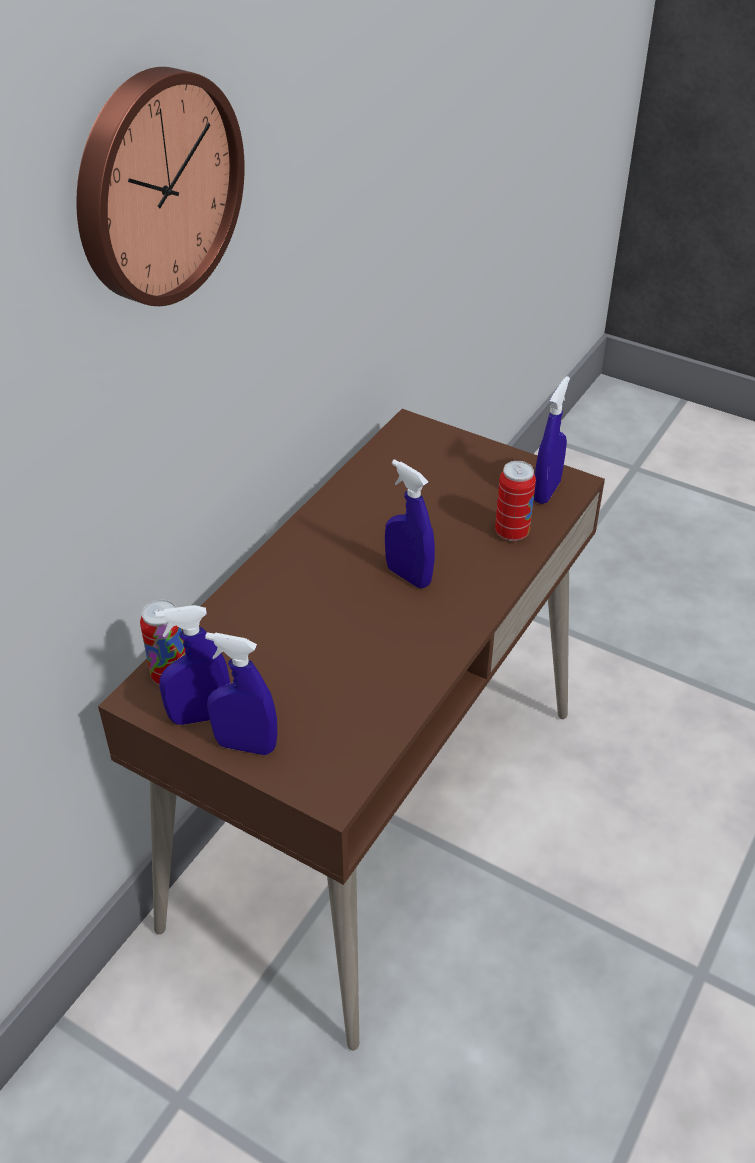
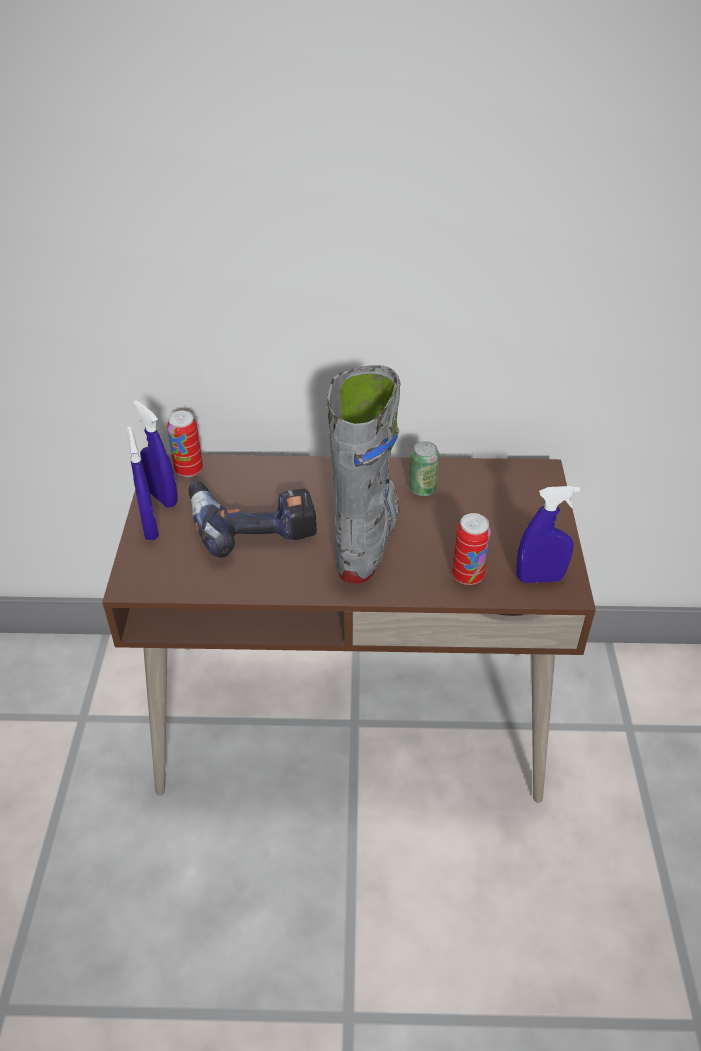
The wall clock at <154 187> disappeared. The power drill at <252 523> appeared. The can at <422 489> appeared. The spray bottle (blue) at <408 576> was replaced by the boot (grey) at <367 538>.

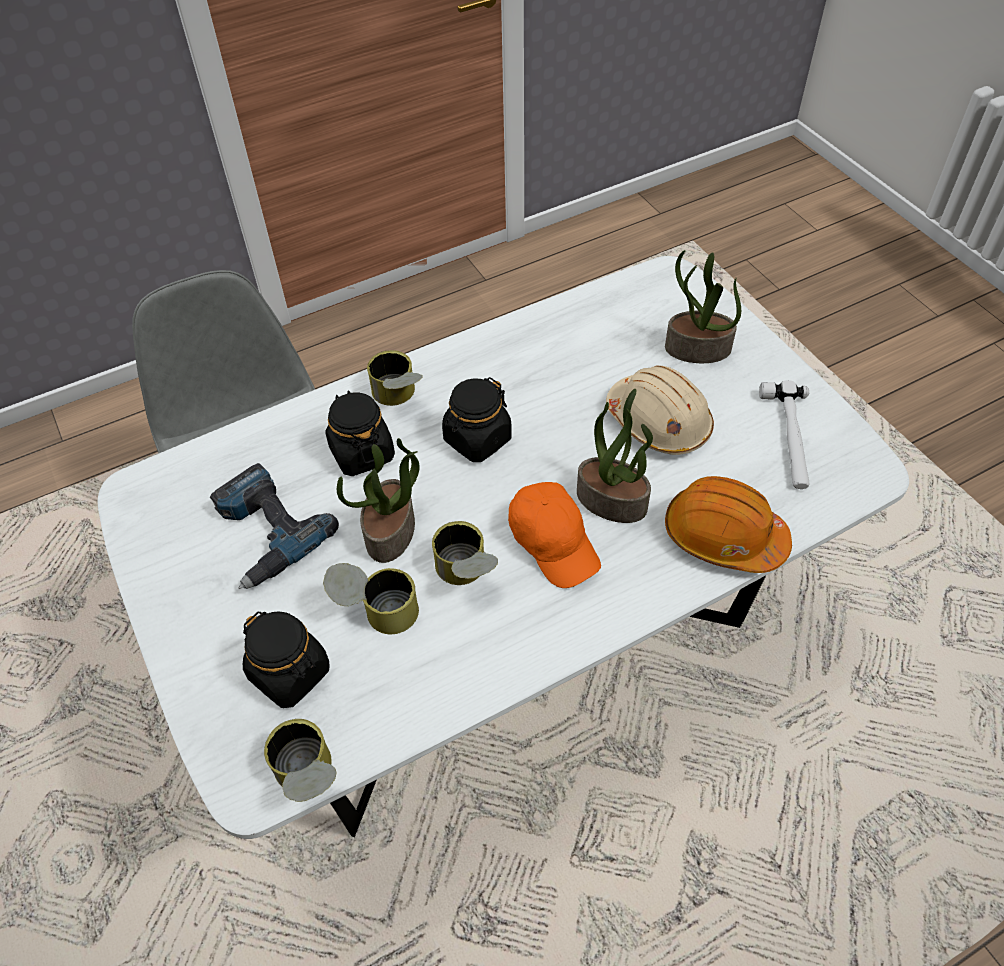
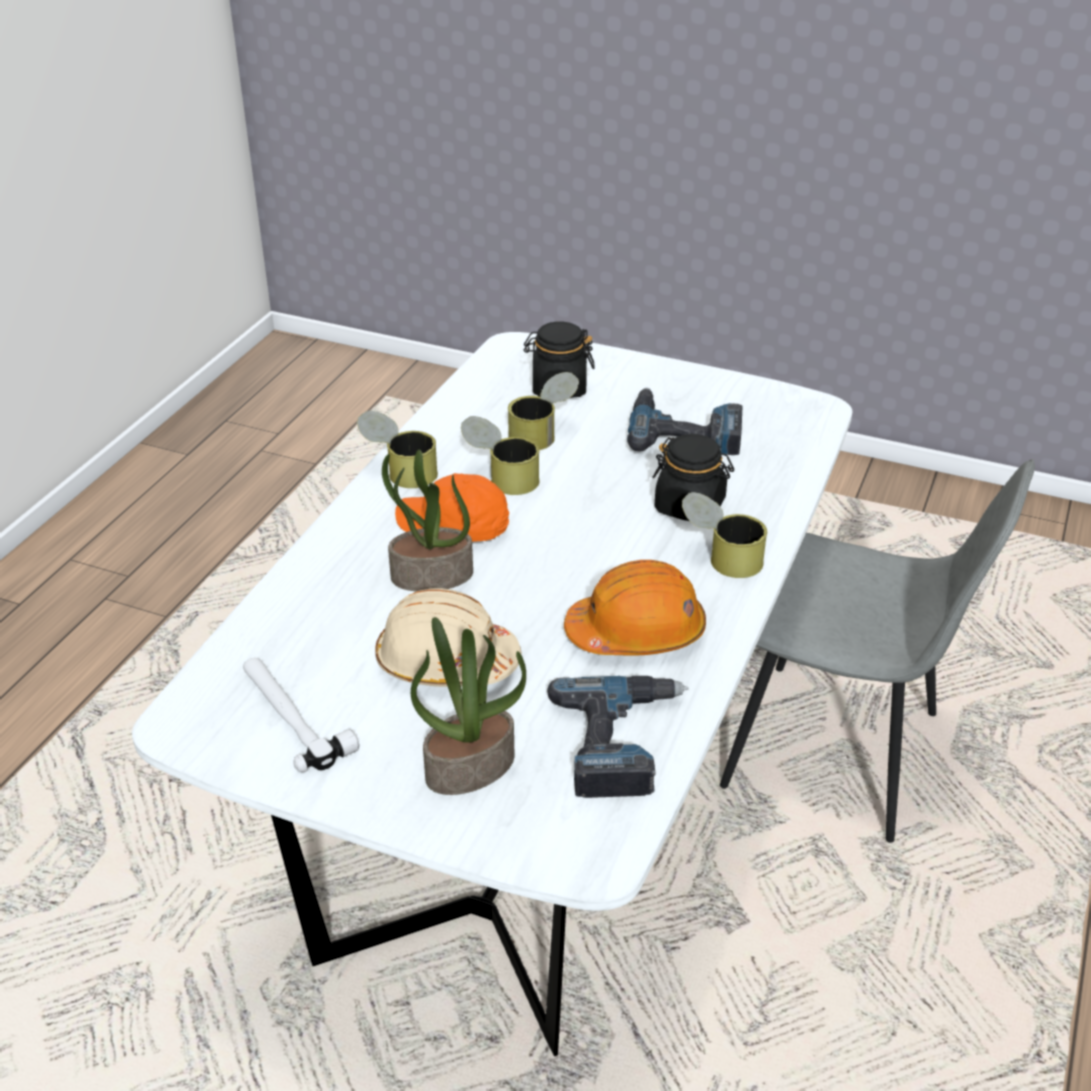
The potted plant at <391 532> disappeared. The jar (black) at <477 439> disappeared. The power drill at <622 742> appeared. The can moved from <309 780> to <400 471>. The hard hat (orange) moved from <723 536> to <636 632>.

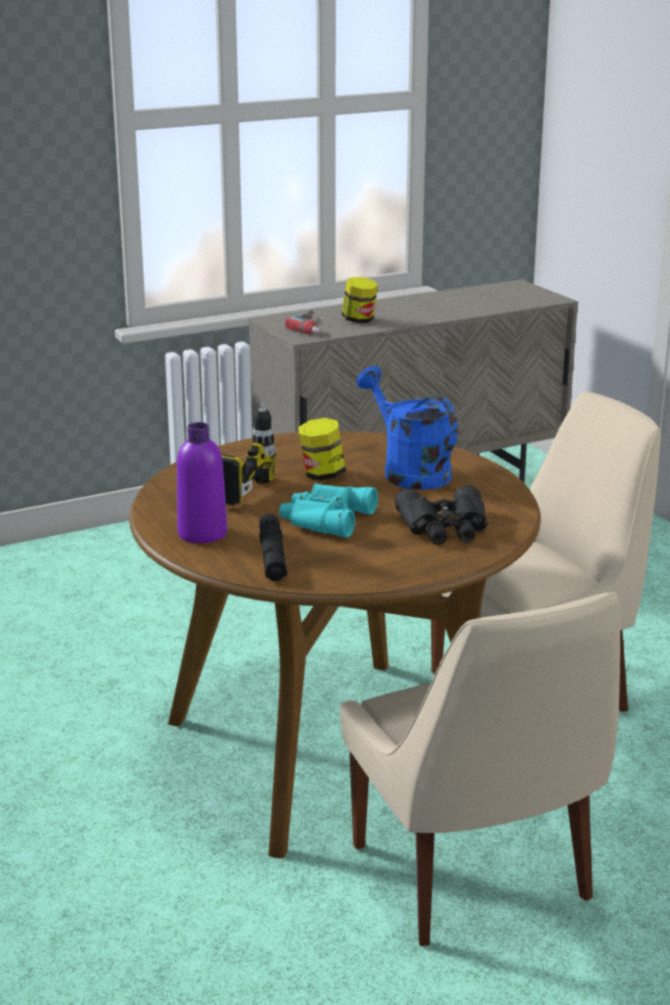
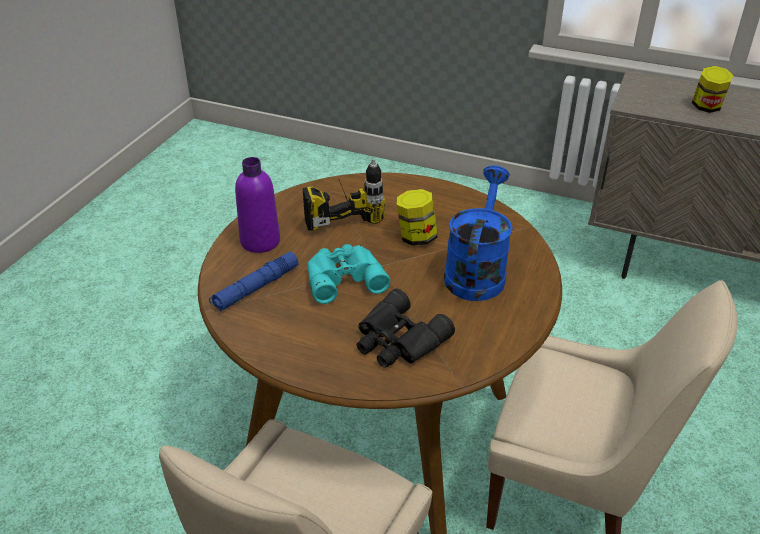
The power drill at <314 326> disappeared. The flashlight (black) at <272 557> became the flashlight (blue) at <256 288>.

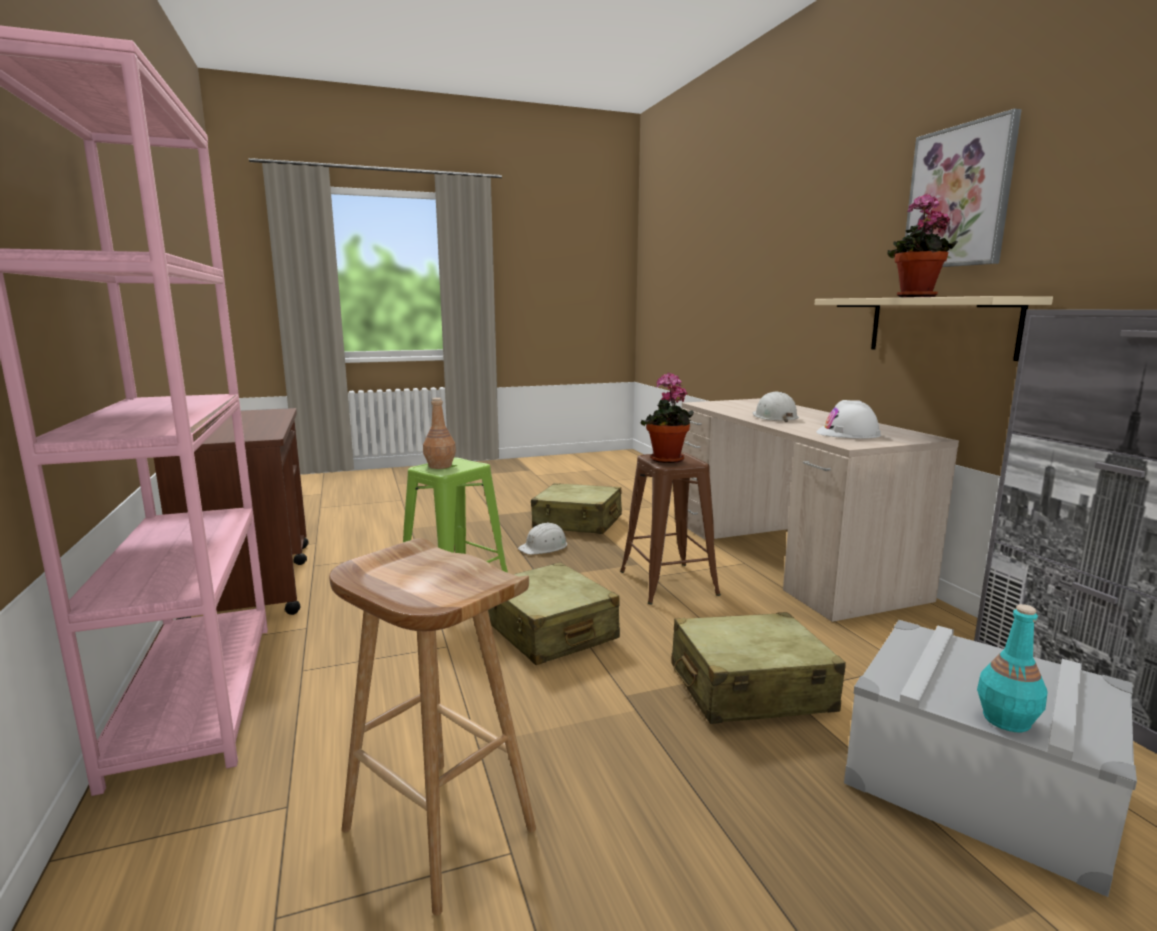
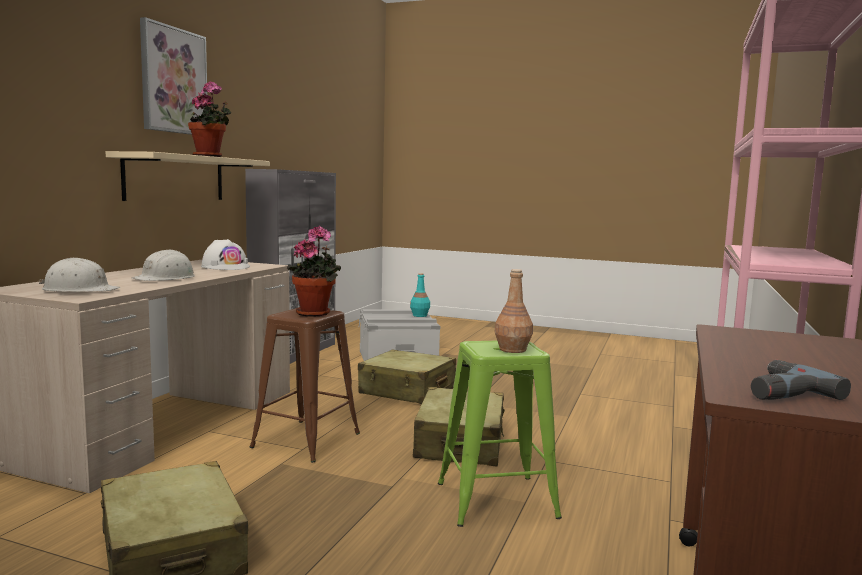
The stool (brown) at <435 829> disappeared. The power drill at <778 391> appeared. The hard hat (white) moved from <544 547> to <80 290>.

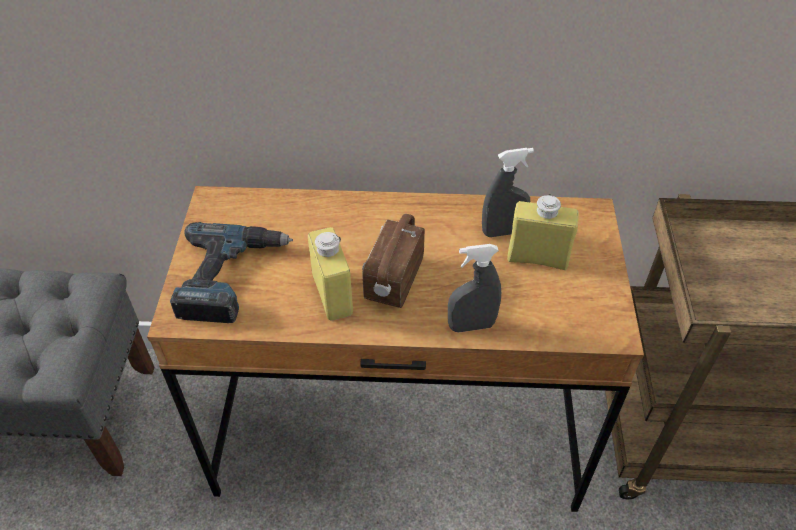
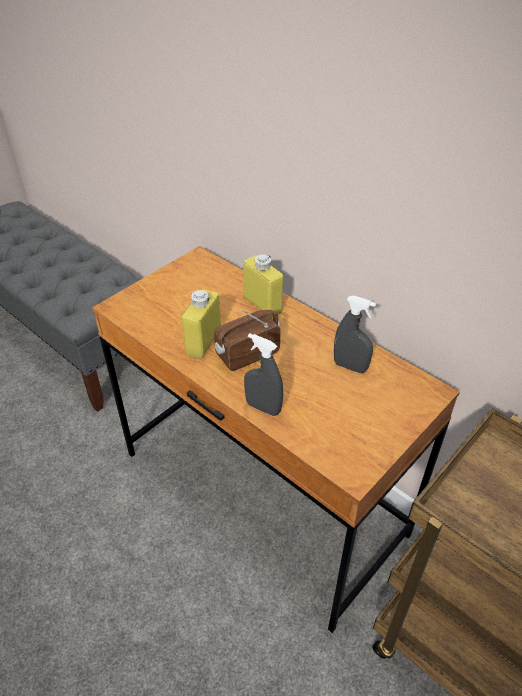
The power drill at <230 277> disappeared. The bottle (yellow) moved from <537 258> to <262 305>.

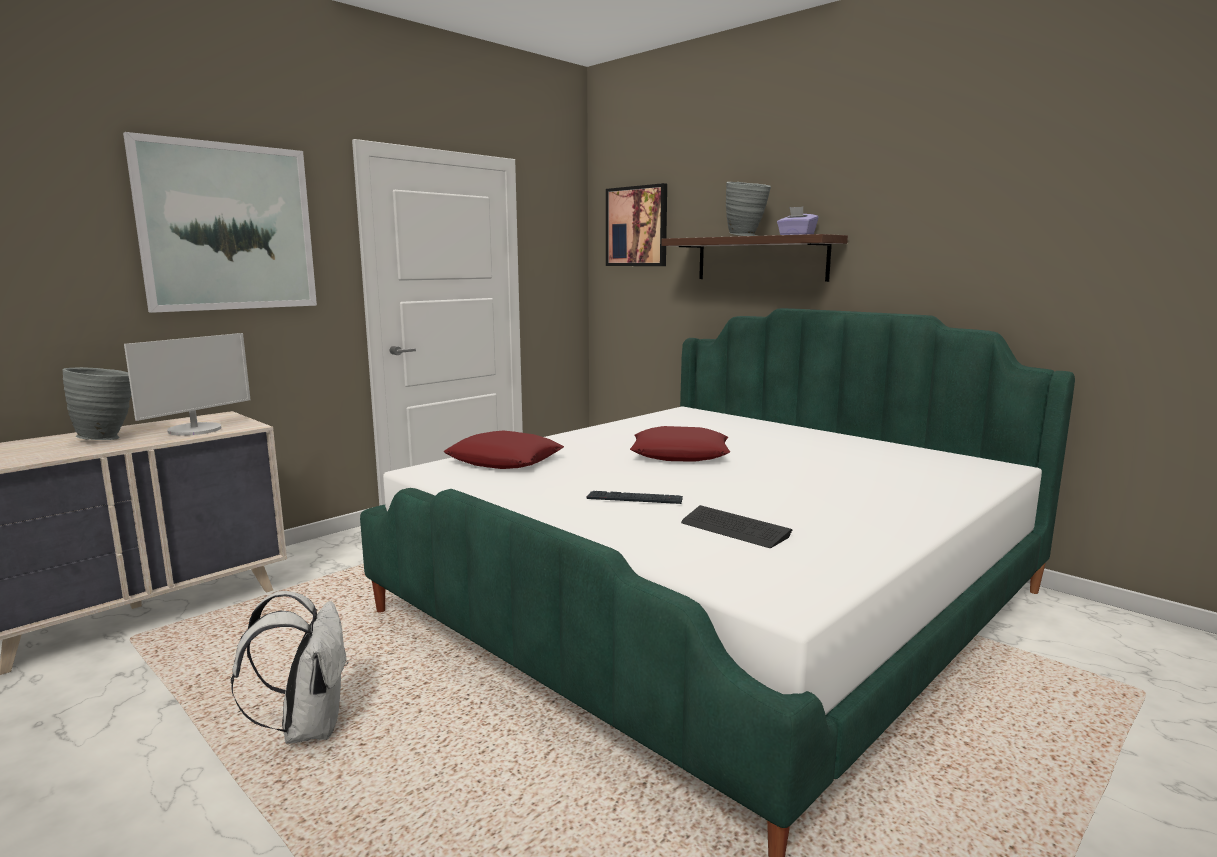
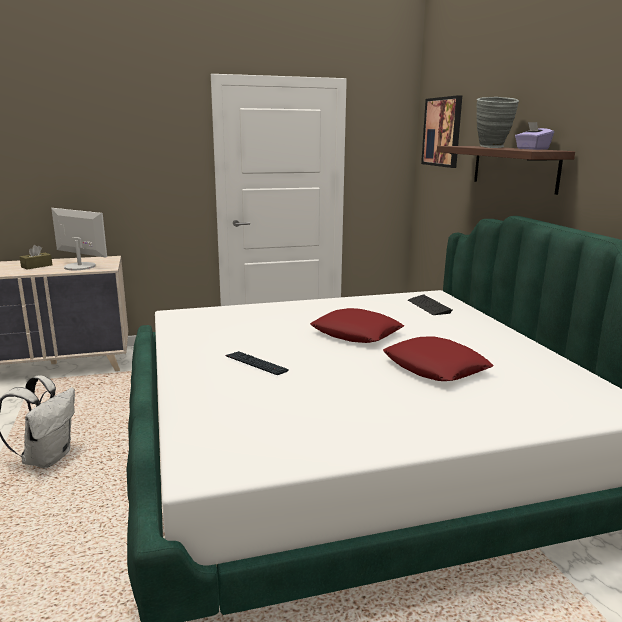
The picture at <228 227> disappeared. The pillow (red) moved from <505 460> to <435 367>. The keyboard moved from <734 529> to <429 306>. The vase (grey) at <109 438> was replaced by the tissue box (brown) at <37 266>. The monitor at <195 430> turned 120 degrees counterclockwise.

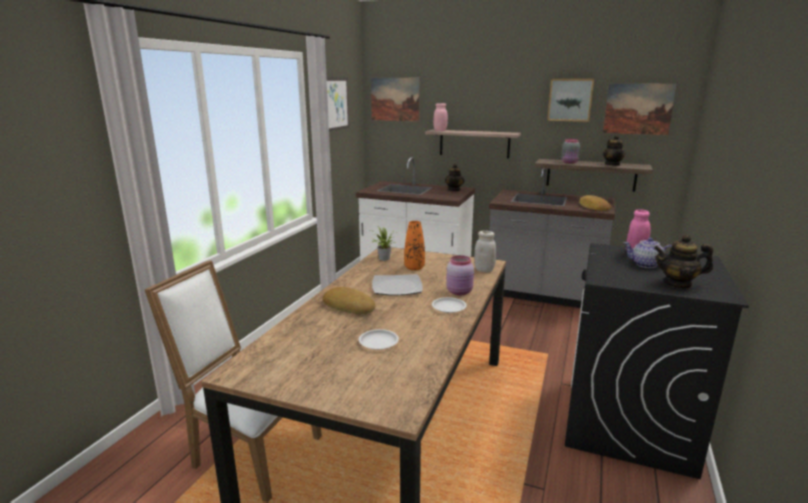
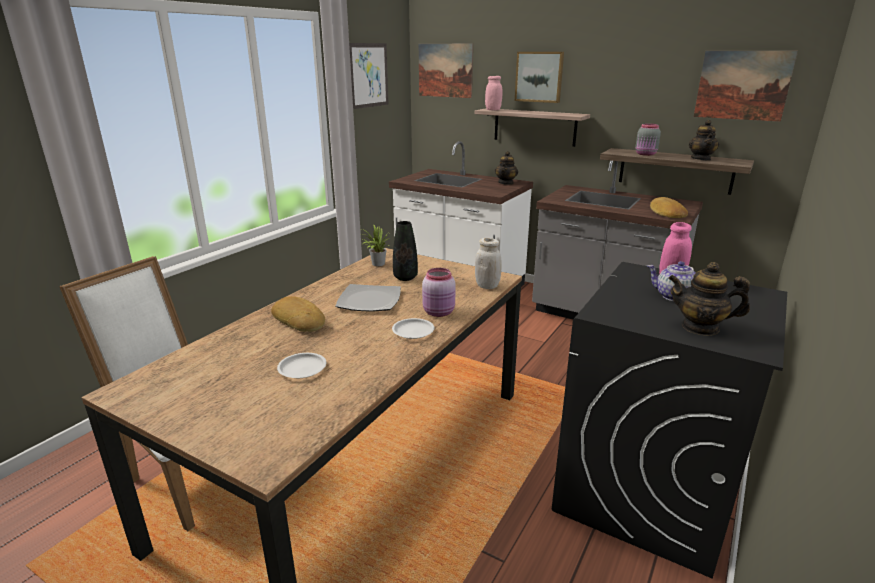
The picture moved from <570 100> to <539 77>. The vase (orange) at <414 268> became the vase (black) at <405 277>.

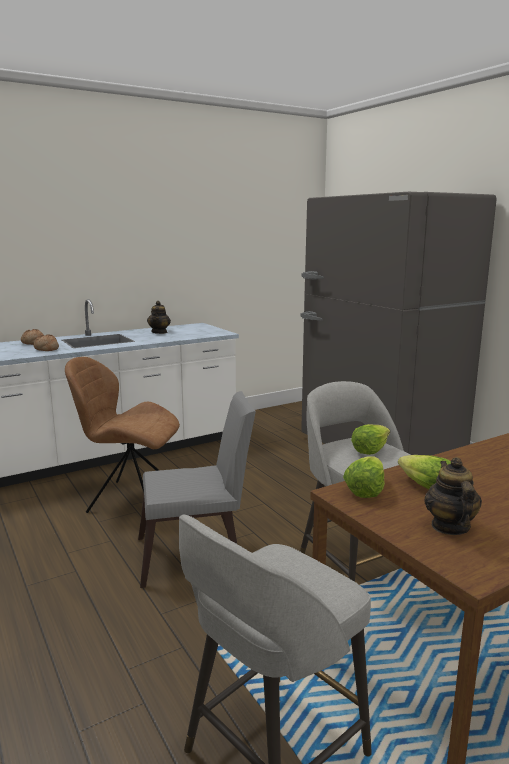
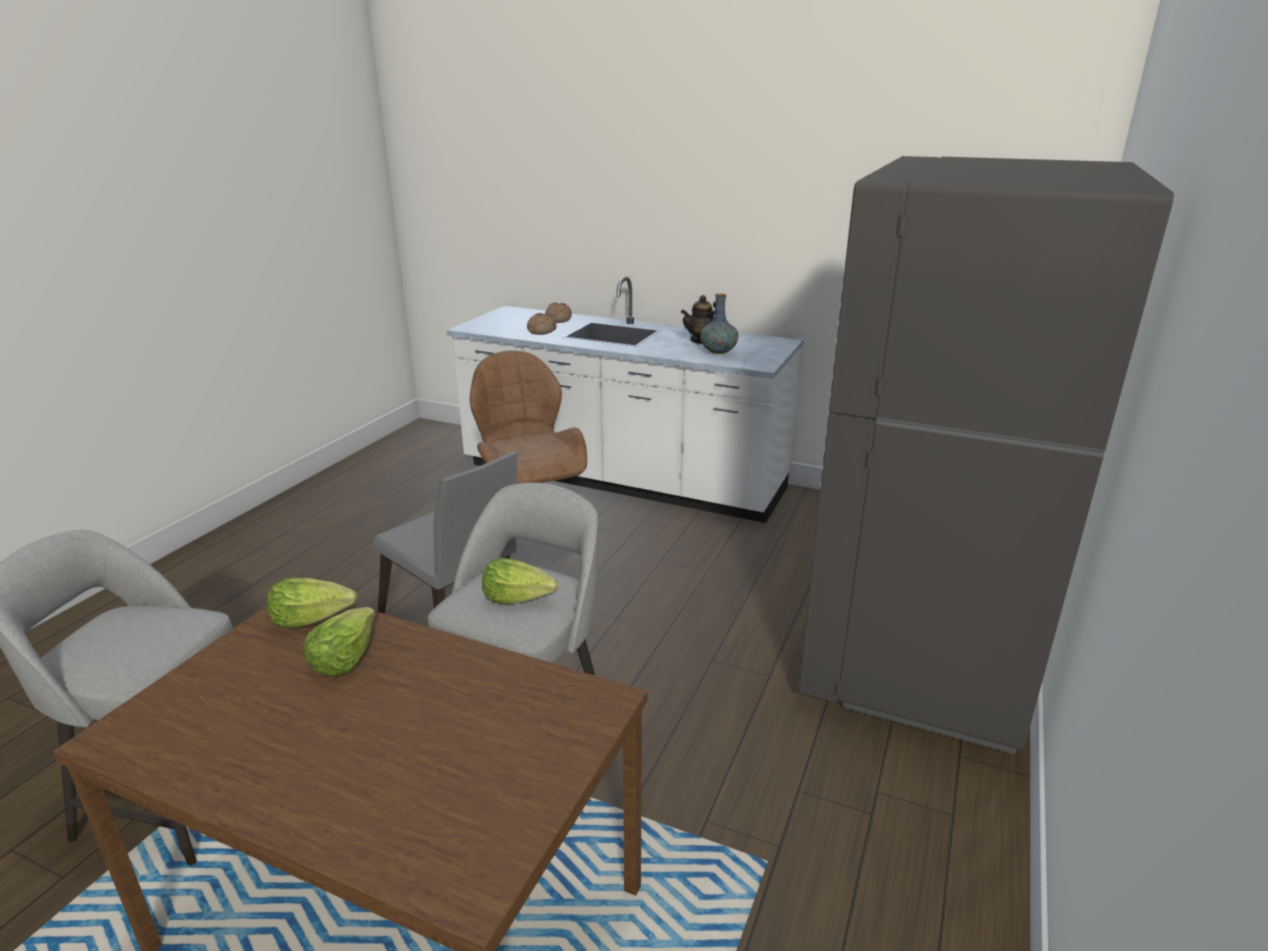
The teapot at <449 526> disappeared. The vase at <718 351> appeared.

